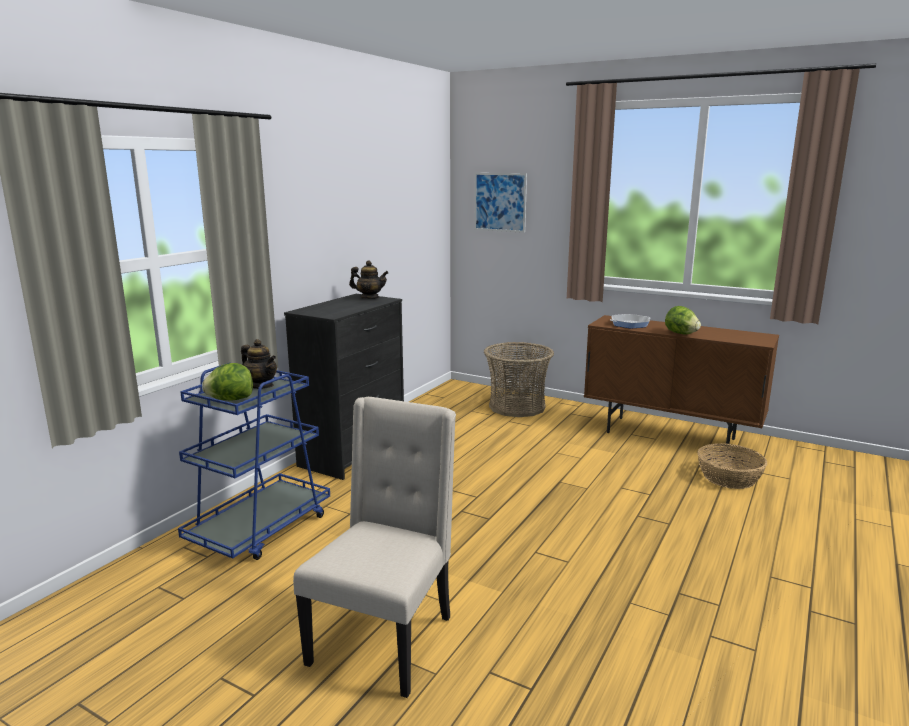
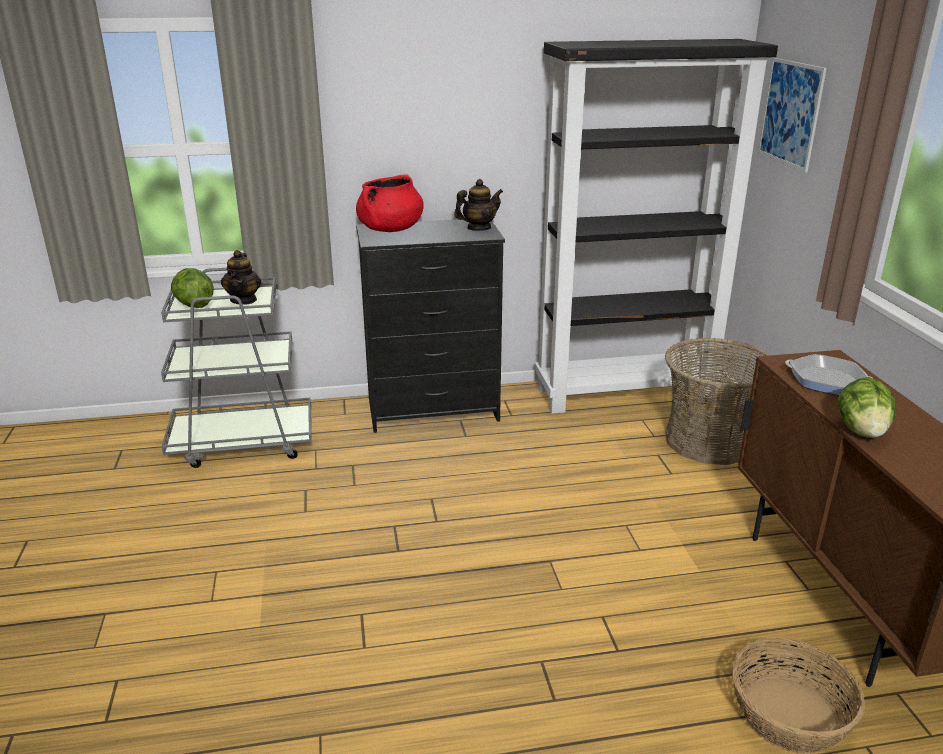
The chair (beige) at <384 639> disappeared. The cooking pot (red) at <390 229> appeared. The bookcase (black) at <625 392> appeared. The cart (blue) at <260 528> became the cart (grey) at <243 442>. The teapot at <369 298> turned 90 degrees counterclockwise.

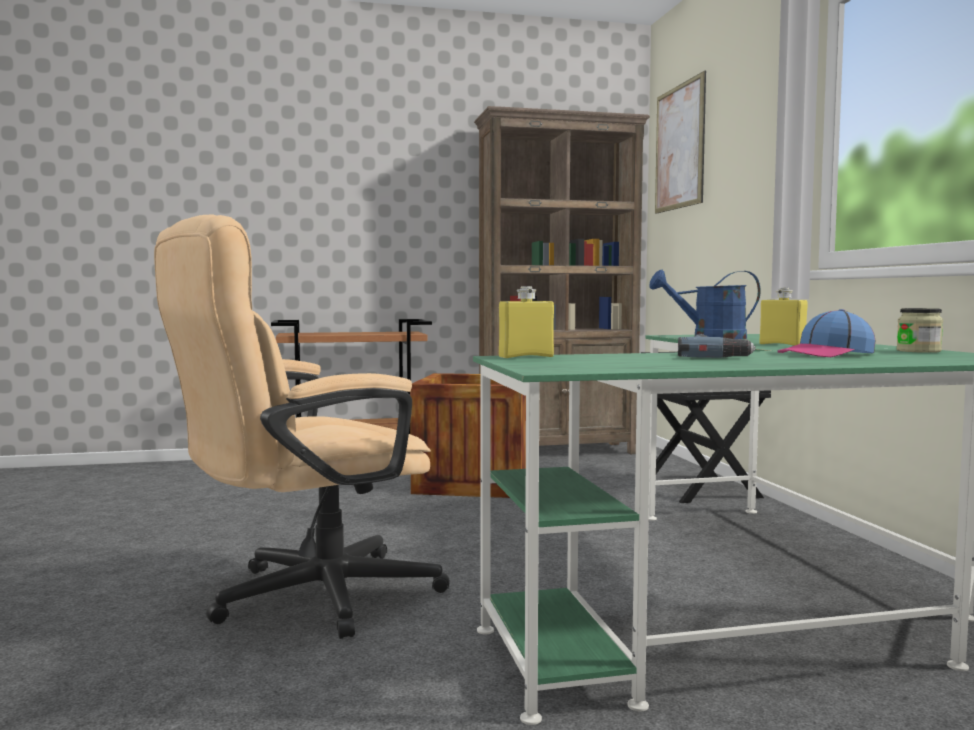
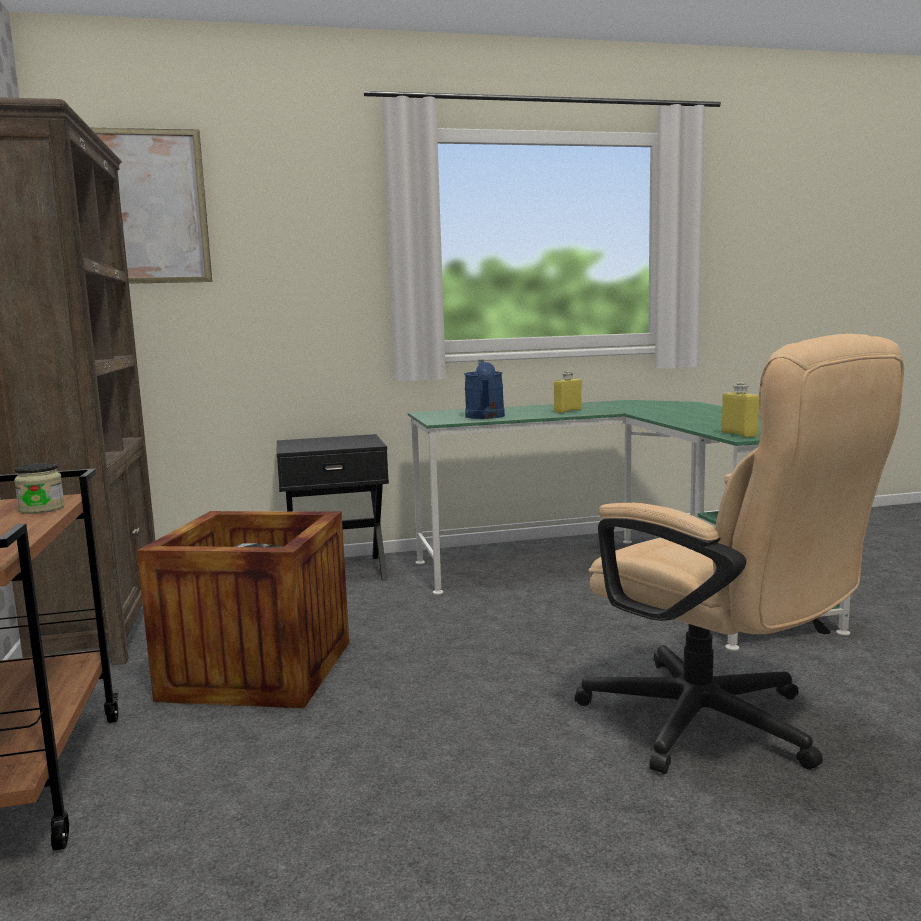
The power drill at <715 355> disappeared. The cap at <826 354> disappeared. The jar moved from <918 351> to <42 509>.

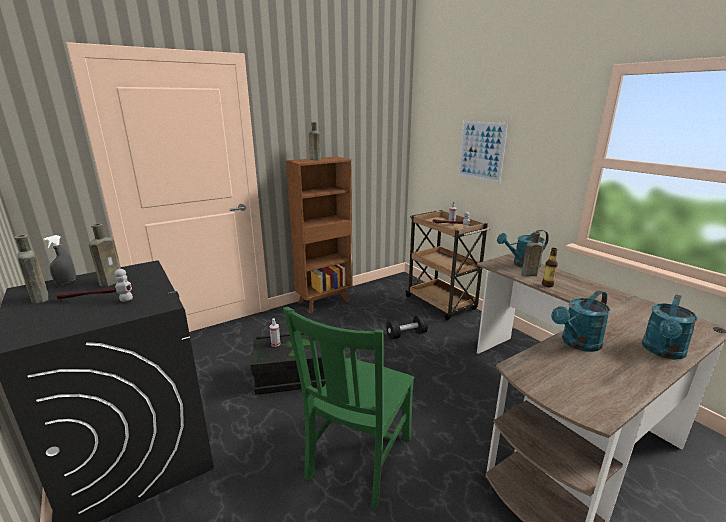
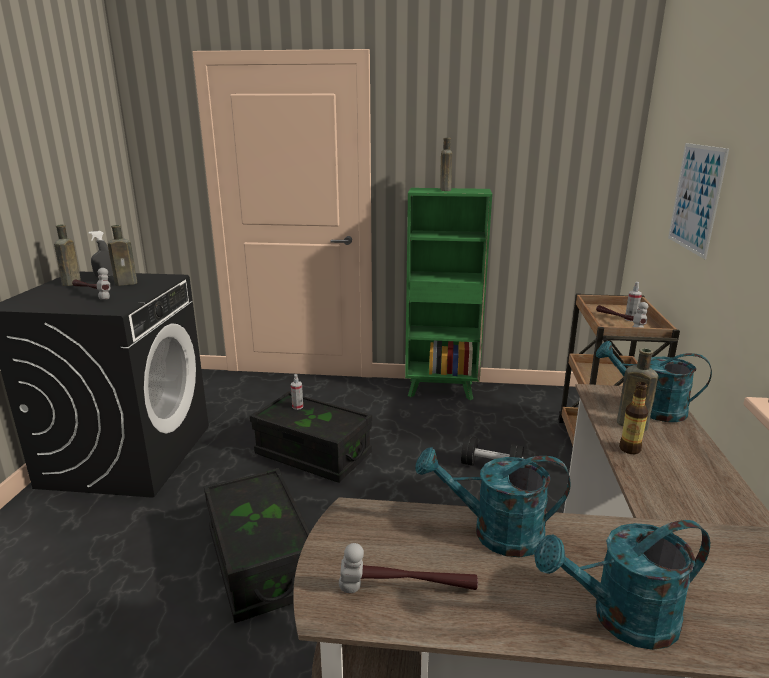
The hammer at <407 591> appeared. The chair (green) at <358 459> was replaced by the storage box (black) at <261 562>. The bookcase (brown) at <325 301> became the bookcase (green) at <442 390>.

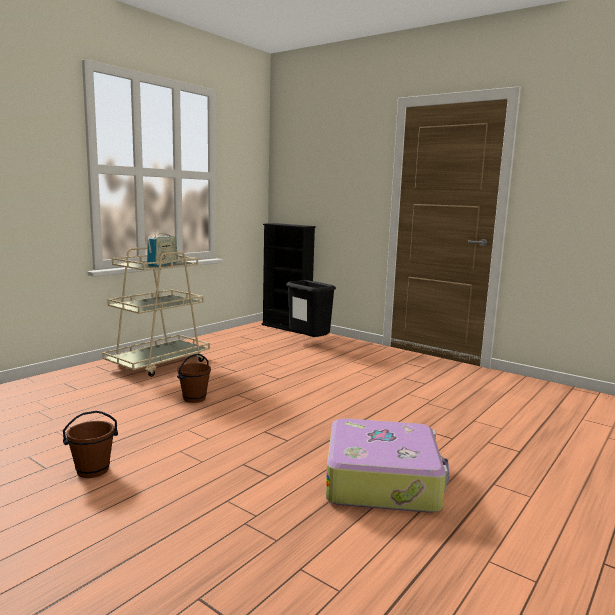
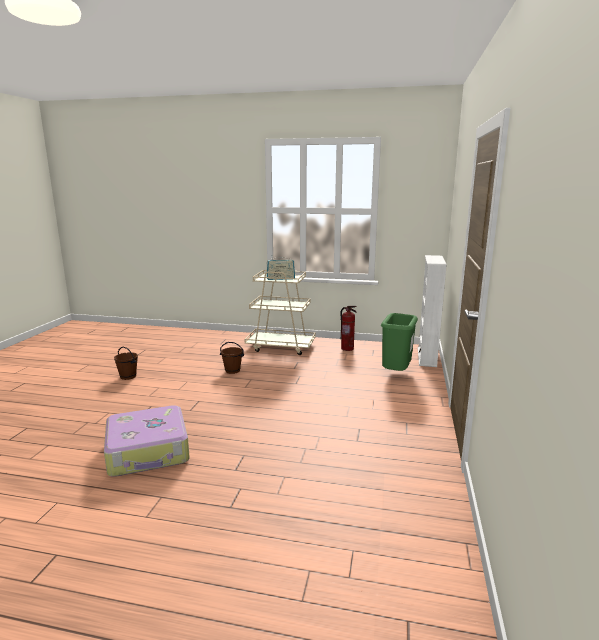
The fire extinguisher at <347 348> appeared. The bookcase (black) at <286 327> became the bookcase (white) at <427 357>. The trash can (black) at <308 343> became the trash can (green) at <395 374>.

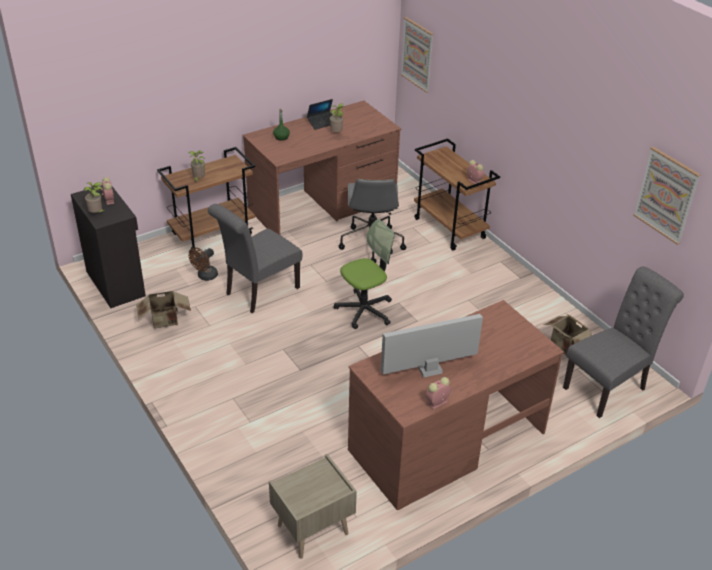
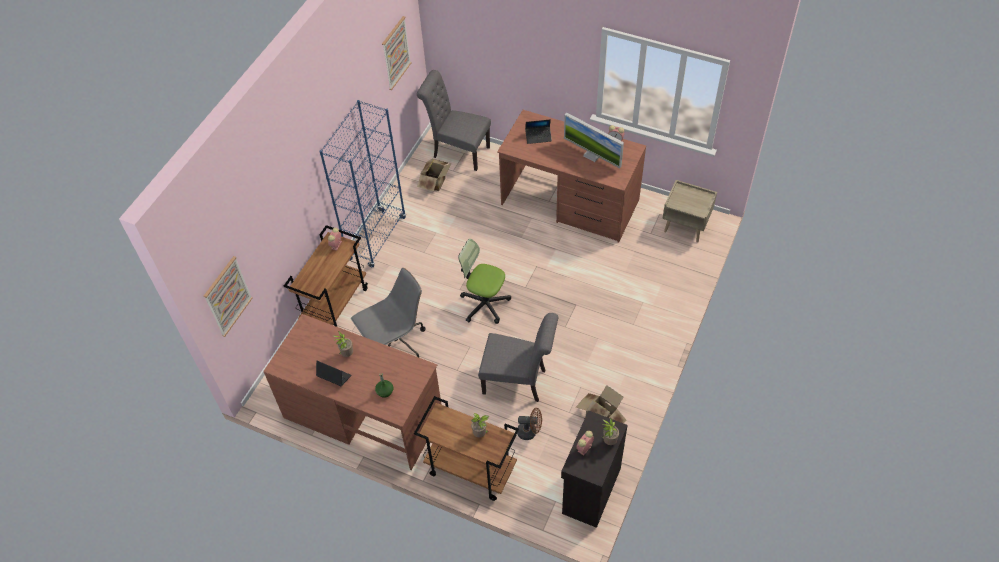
The bookcase (blue) at <376 238> appeared. The laptop at <538 137> appeared.

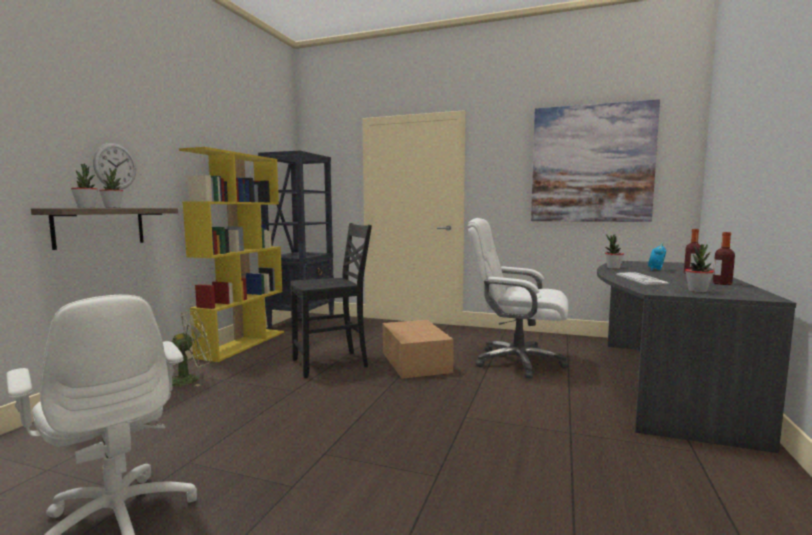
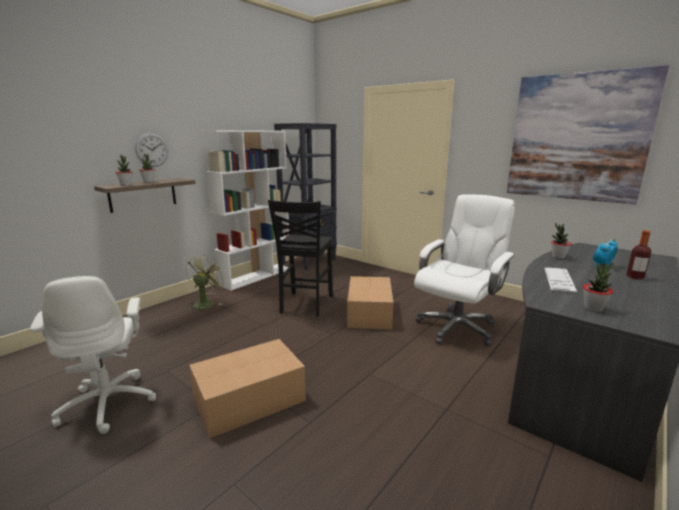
The bottle at <722 283> disappeared. The cardboard box at <247 400> appeared. The bookcase (yellow) at <242 344> became the bookcase (white) at <256 276>. The fan (green) at <191 379> turned 60 degrees counterclockwise. The chair (black) at <331 364> turned 105 degrees clockwise. The office chair (white) at <517 362> turned 90 degrees clockwise.

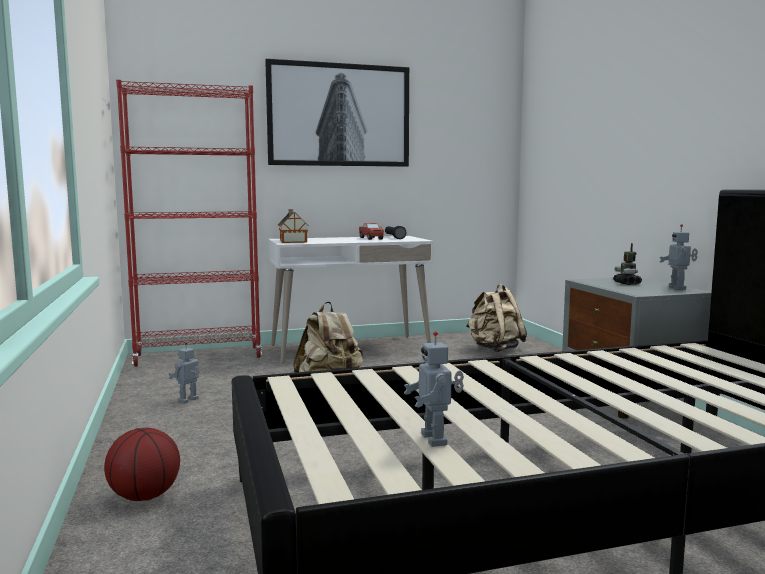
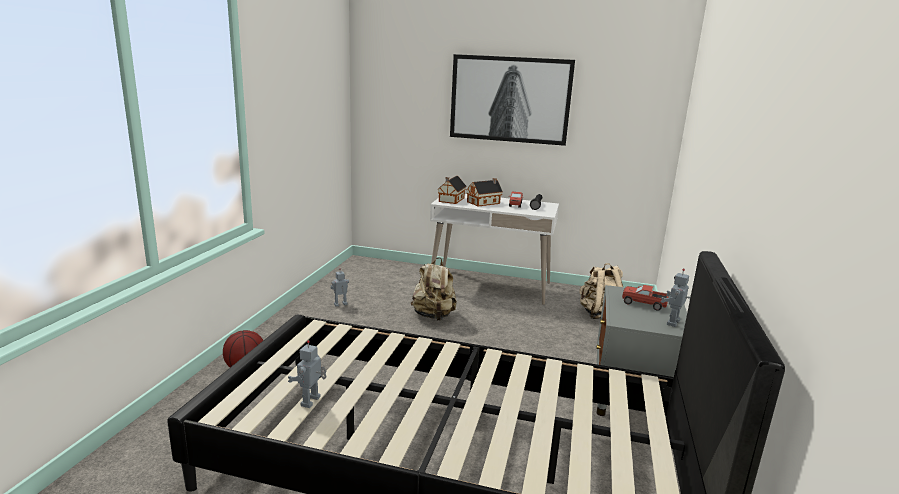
The bookcase (red) at <199 356> disappeared. The toy house at <484 202> appeared. The toy robot at <627 283> was replaced by the toy truck at <643 304>.

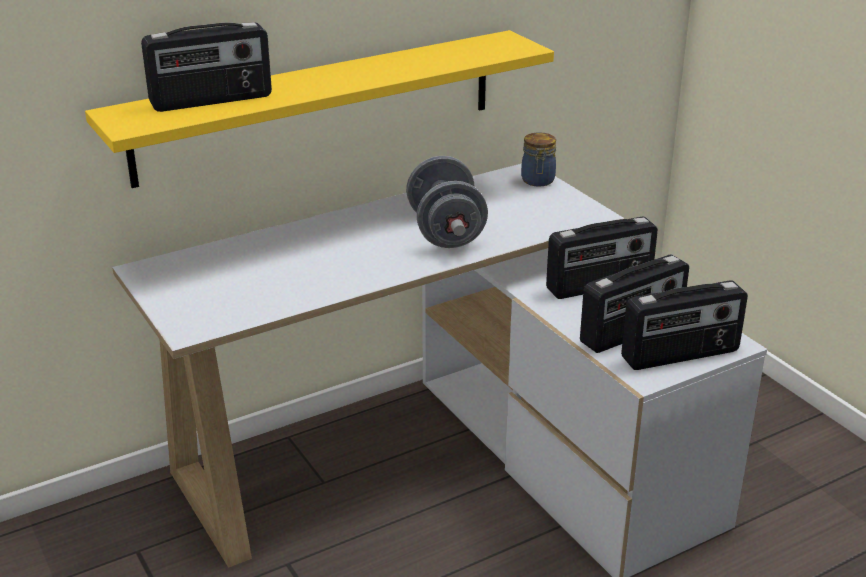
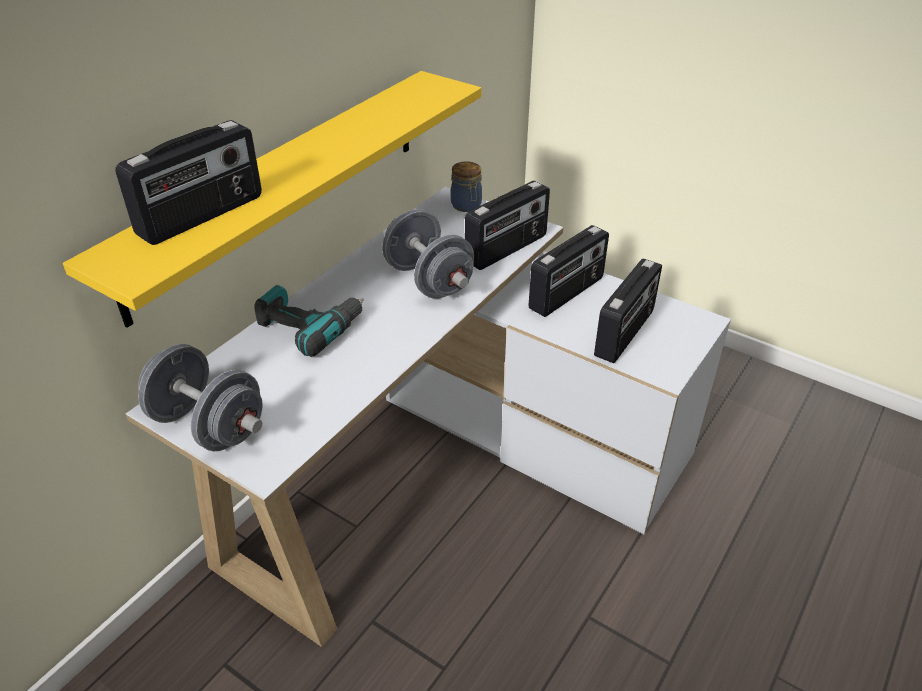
The dumbbell (grey) at <208 425> appeared. The power drill at <310 326> appeared. The radio moved from <680 355> to <507 249>.

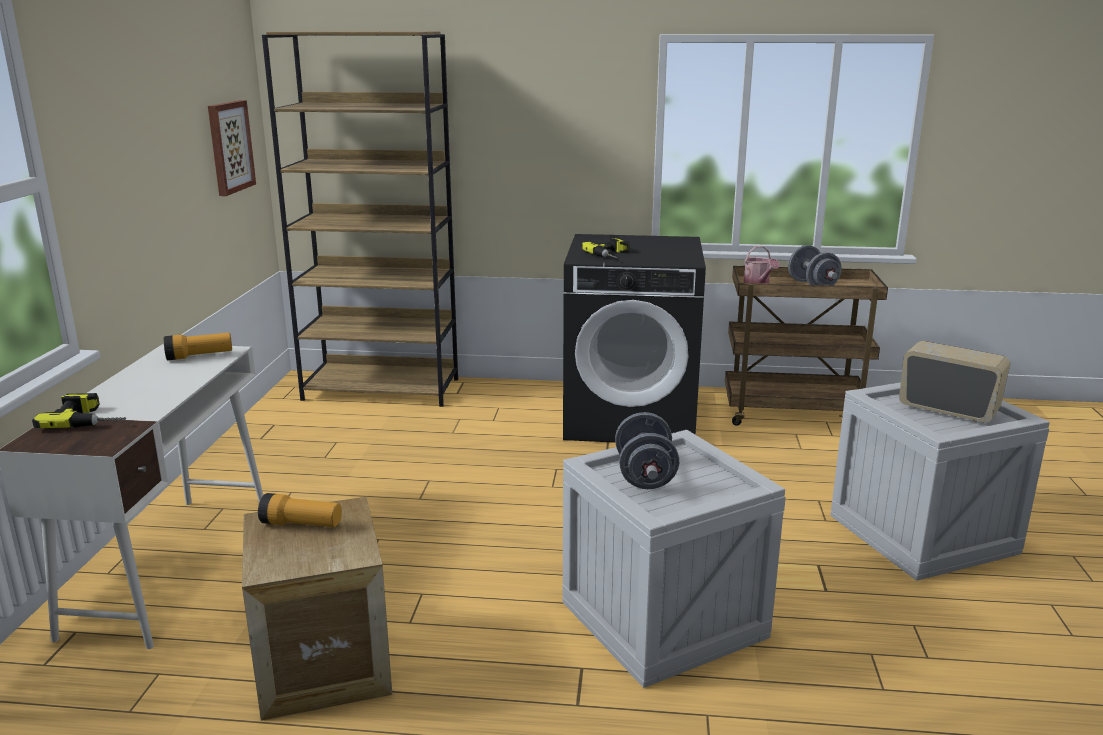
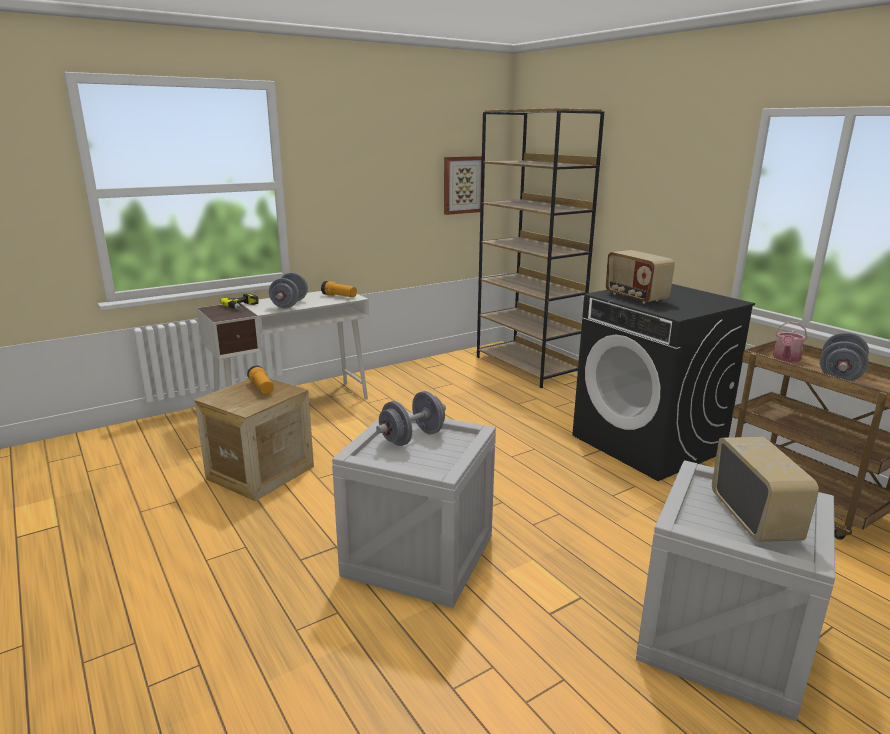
The dumbbell (grey) at <289 304> appeared. The power drill at <612 255> was replaced by the radio at <635 297>.

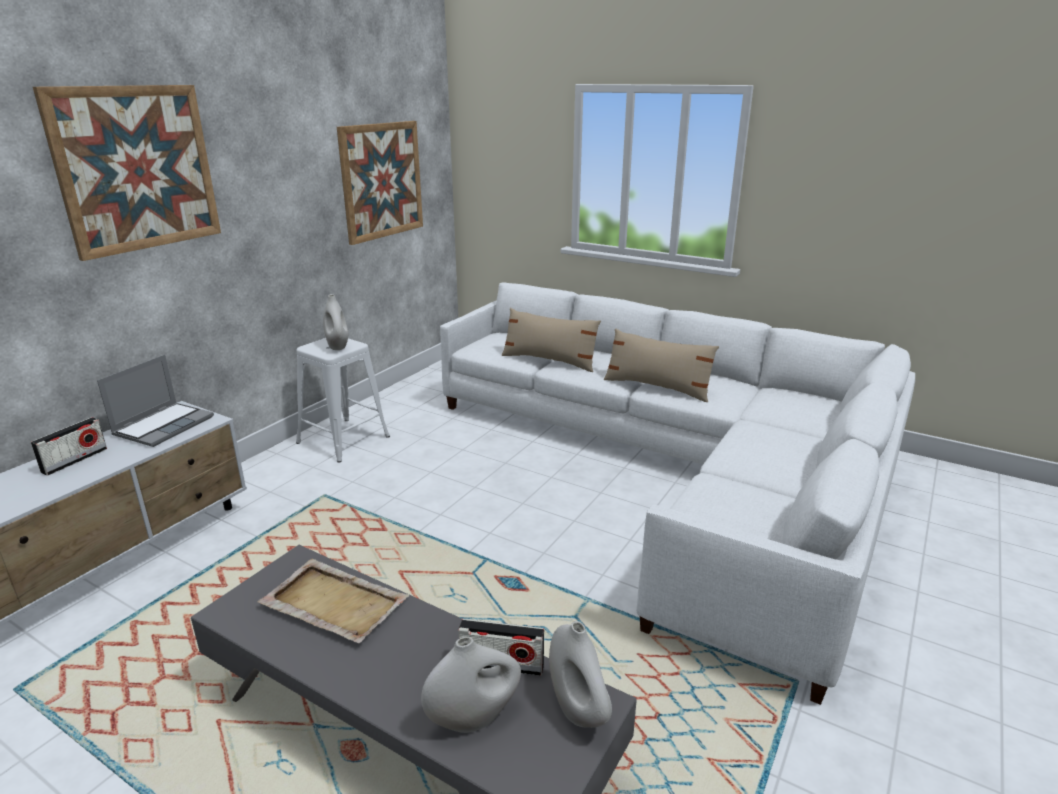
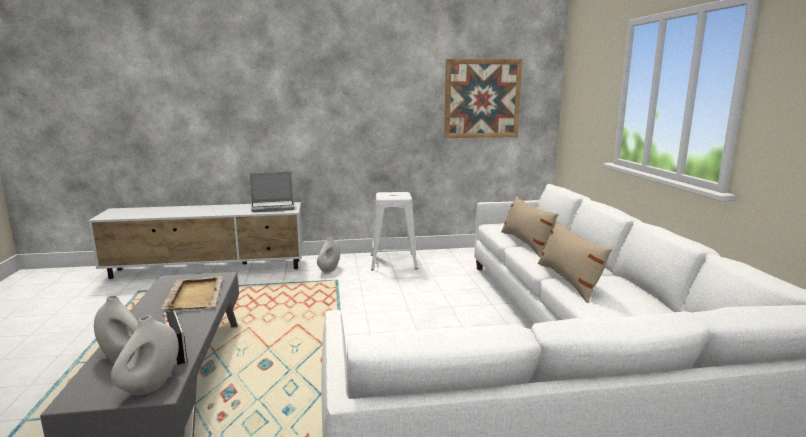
The radio at <75 460> disappeared. The picture at <137 169> disappeared. The vase (white) moved from <338 346> to <329 270>.

